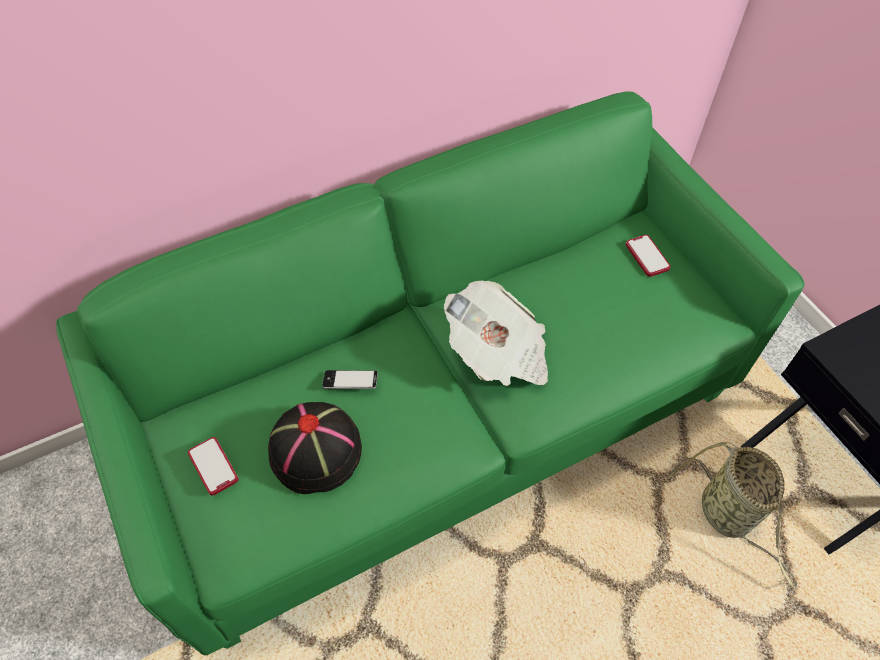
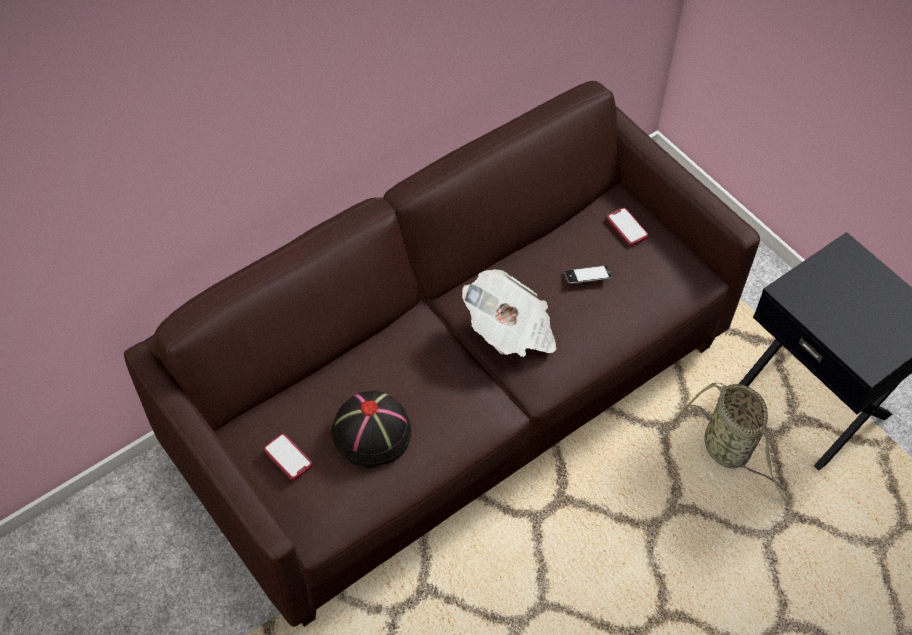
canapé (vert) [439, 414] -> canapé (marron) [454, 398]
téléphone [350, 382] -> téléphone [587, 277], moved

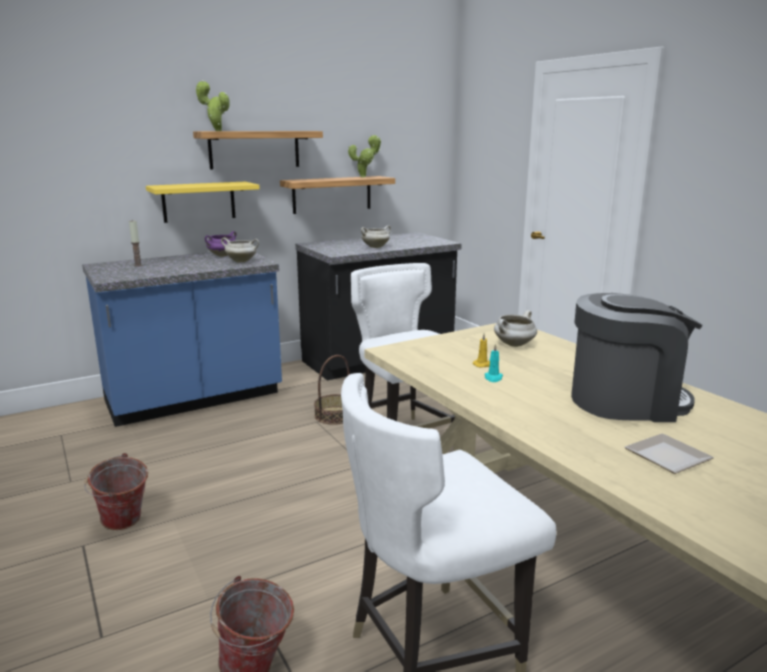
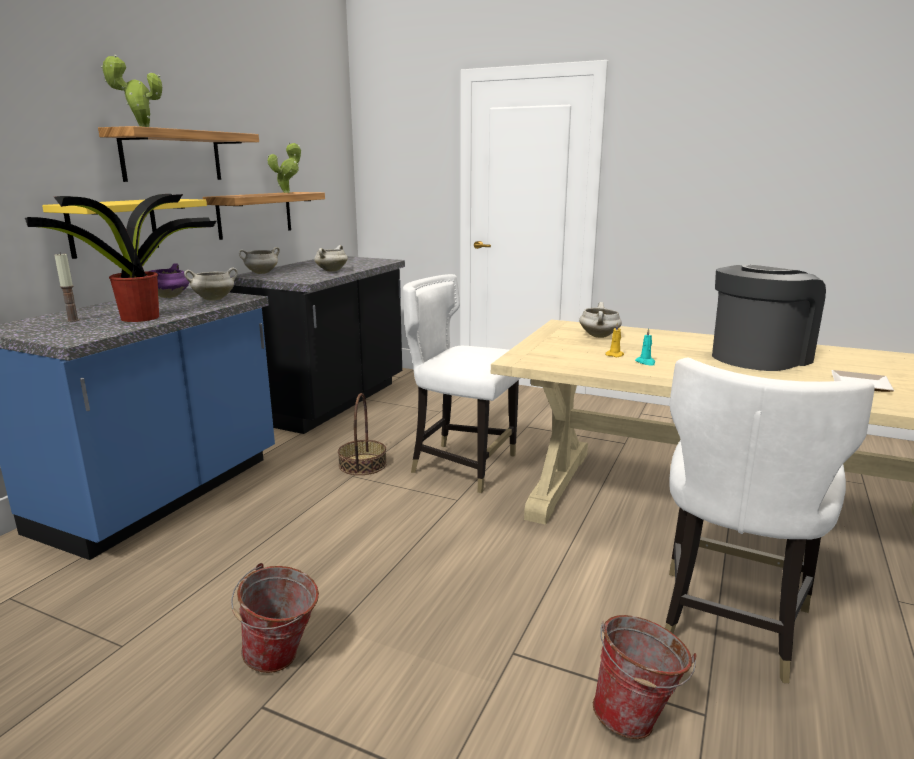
none -> plante en pot [143, 317]
none -> marmite (blanc) [261, 273]

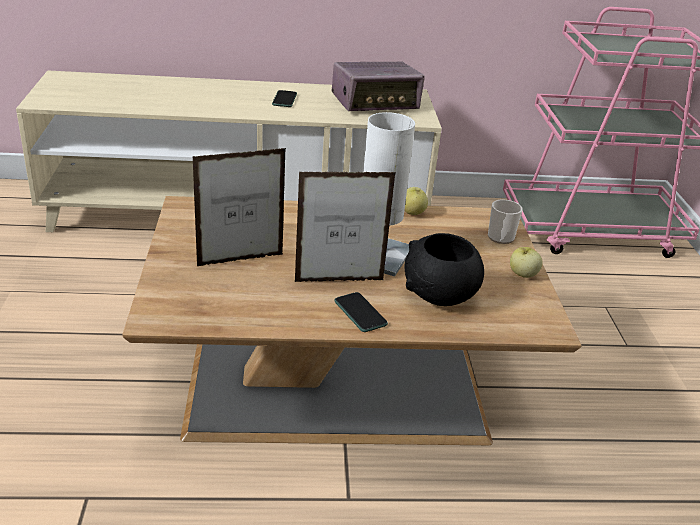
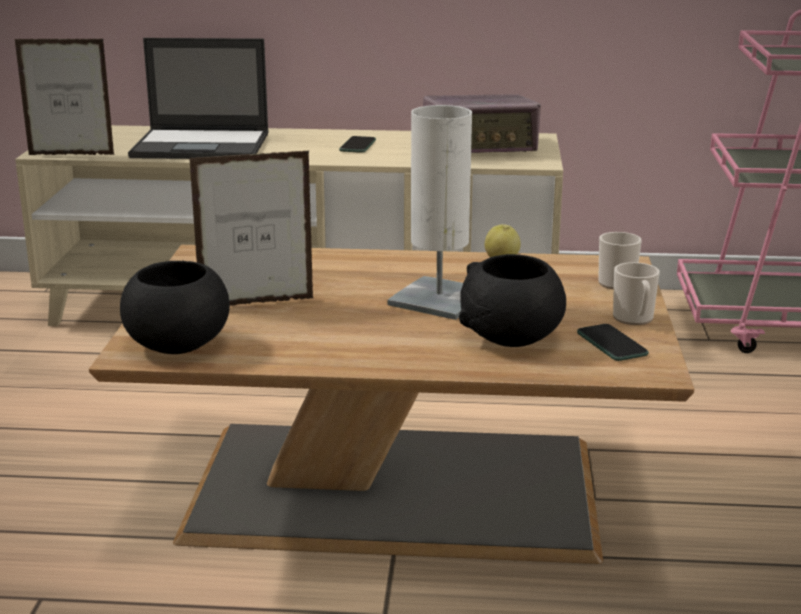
cadre photo [339, 281] -> cadre photo [71, 155], moved
téléphone [360, 313] -> téléphone [611, 344], moved
pomme [522, 274] -> mug [634, 319]
none -> bol (noir) [177, 345]
none -> ordinateur portable [203, 145]

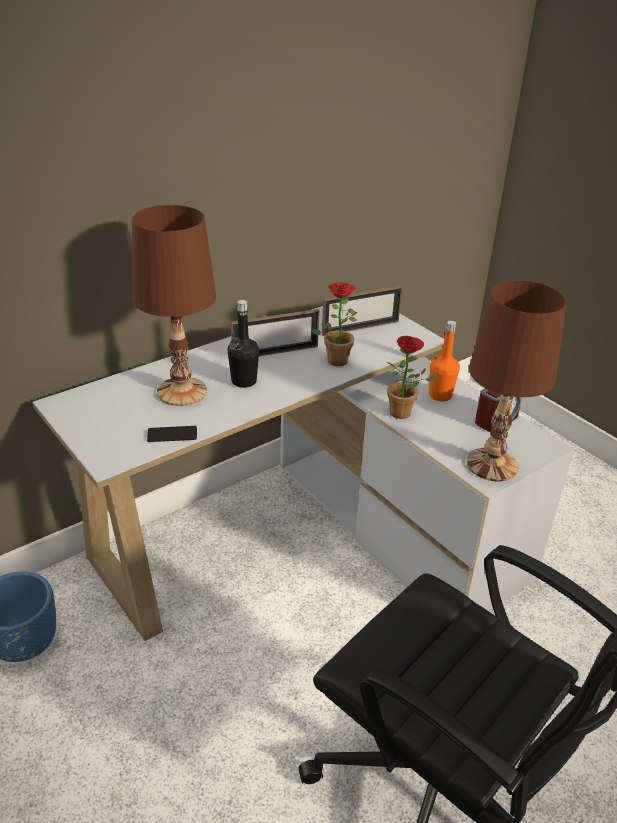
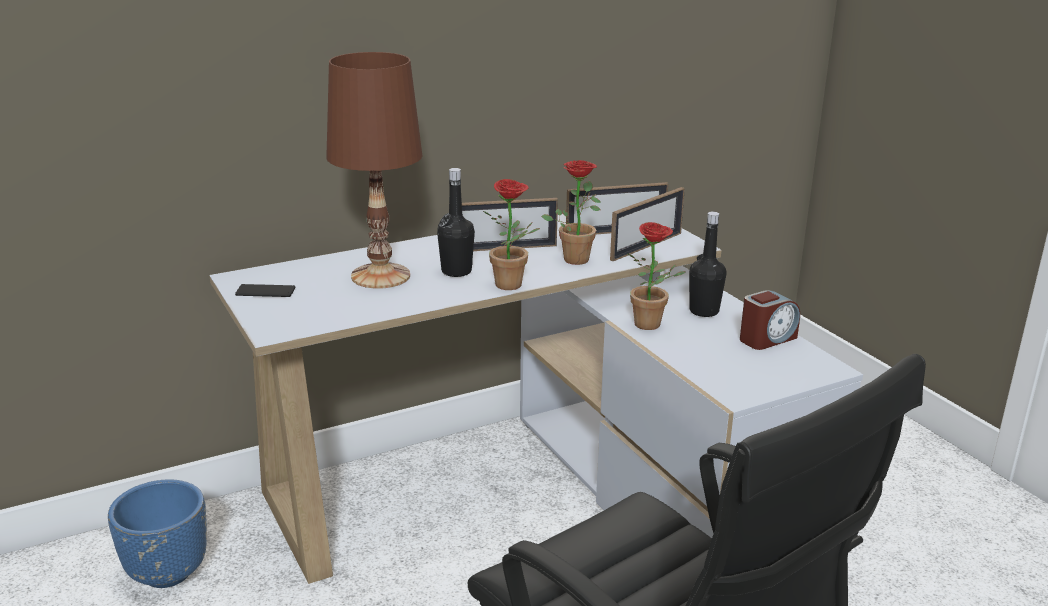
téléphone [172, 434] -> téléphone [265, 291], moved
bouteille (orange) [440, 395] -> bouteille (noir) [704, 311]
lampe de table (marron) [491, 464] -> none
none -> plante en pot [514, 286]
none -> cadre photo [646, 246]

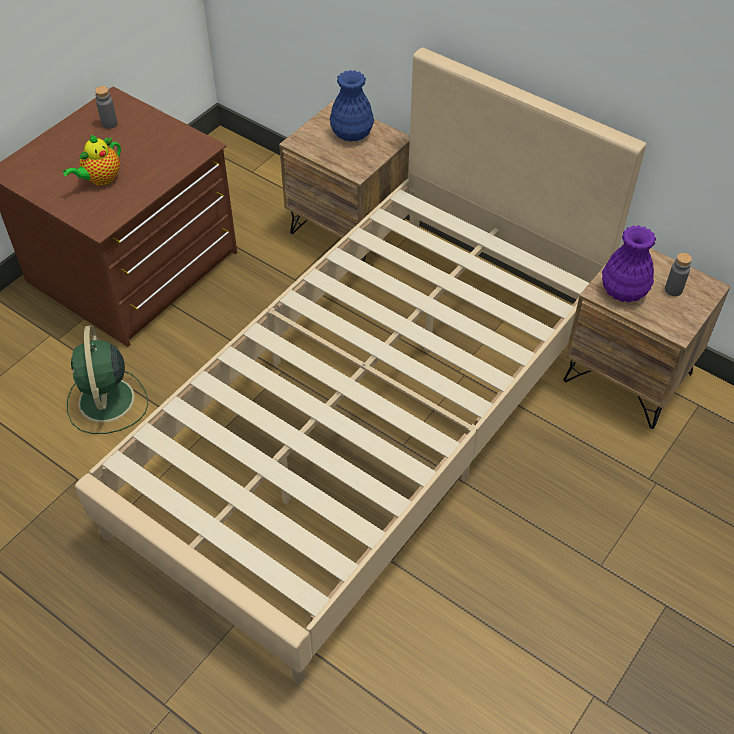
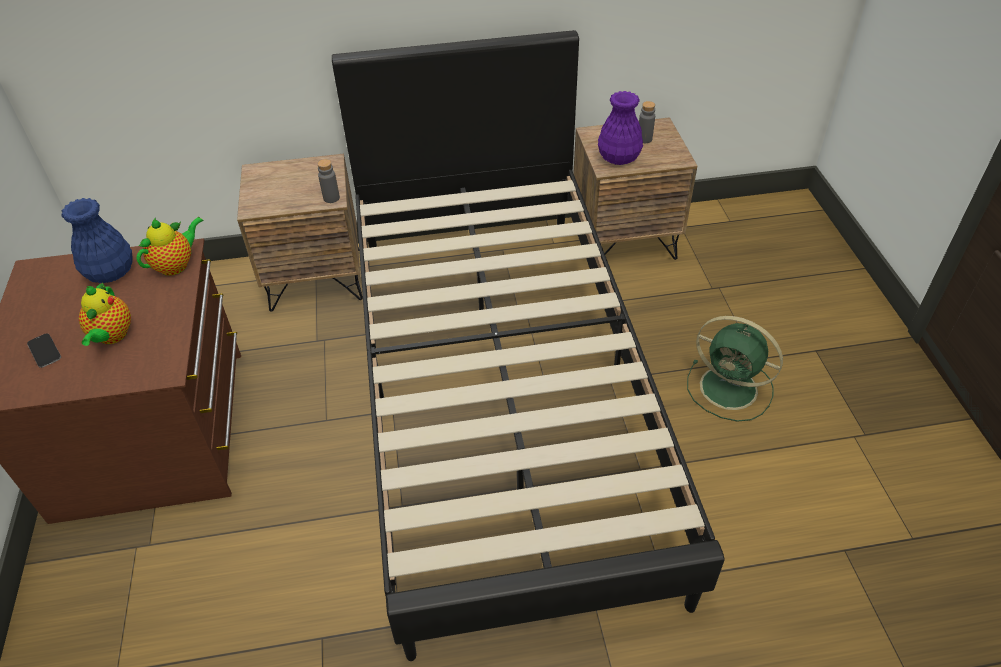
ventilateur (vert) [106, 402] -> ventilateur (vert) [731, 389], moved
lit (beige) [367, 421] -> lit (noir) [502, 393]
bouteille (gris) [109, 123] -> bouteille (gris) [331, 198], moved
vase (bleu) [352, 133] -> vase (bleu) [111, 272], moved
none -> téléphone [44, 351]
none -> théière [176, 265]

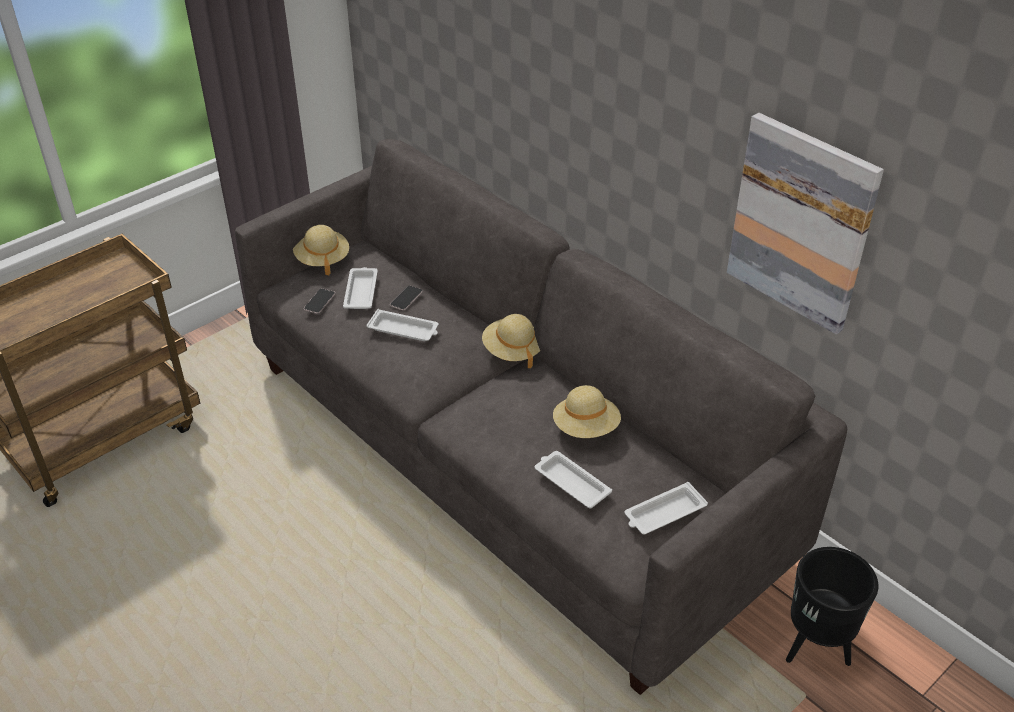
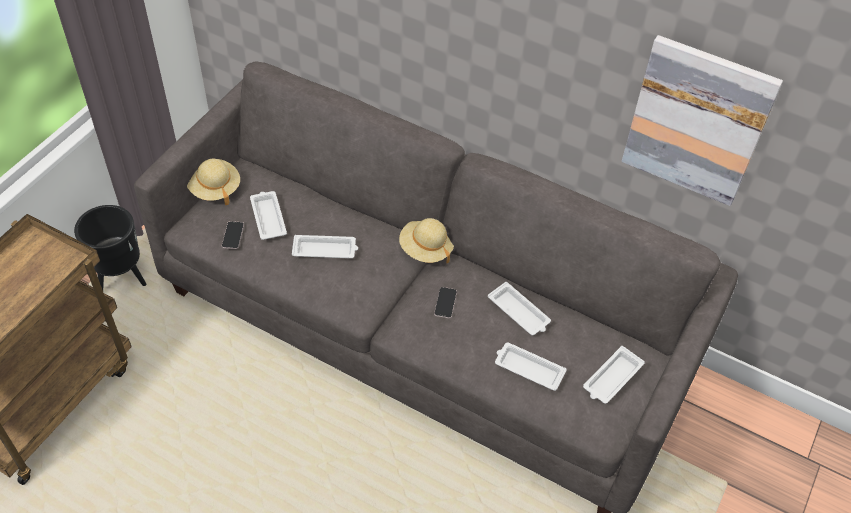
téléphone [406, 298] -> téléphone [445, 303], moved
chapeau (beige) [586, 428] -> plateau (blanc) [519, 312]
cache-pot (noir) [816, 649] -> cache-pot (noir) [122, 280], moved

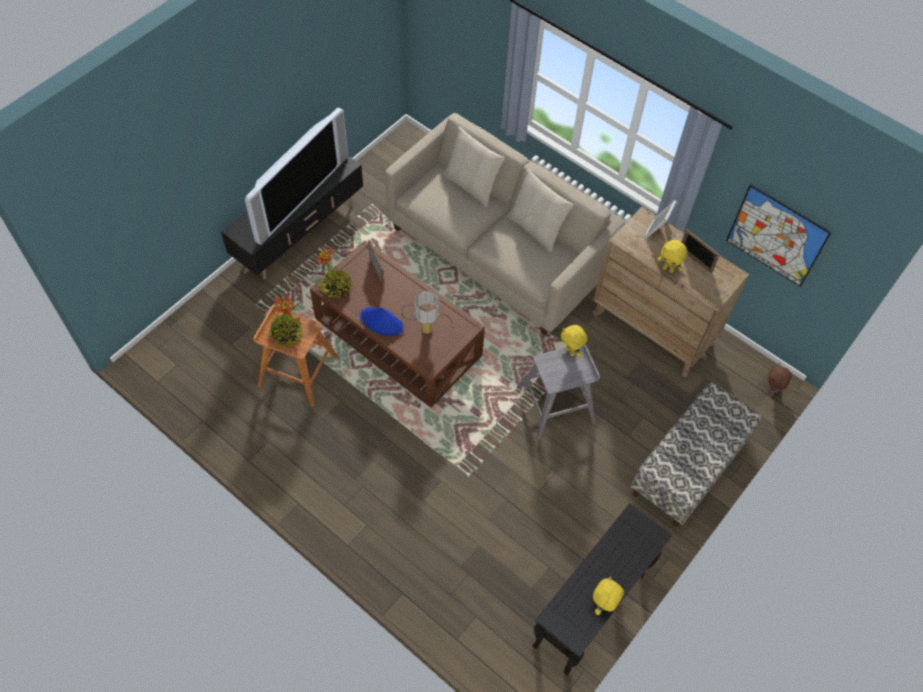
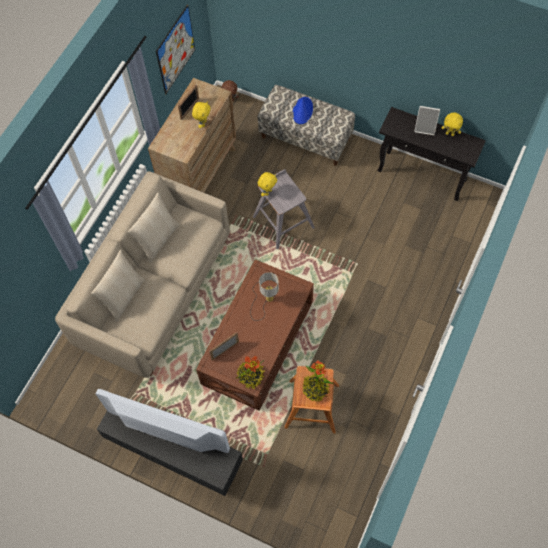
chapeau (bleu) [382, 322] -> chapeau (bleu) [302, 111], moved
cadre photo [658, 232] -> cadre photo [425, 128], moved

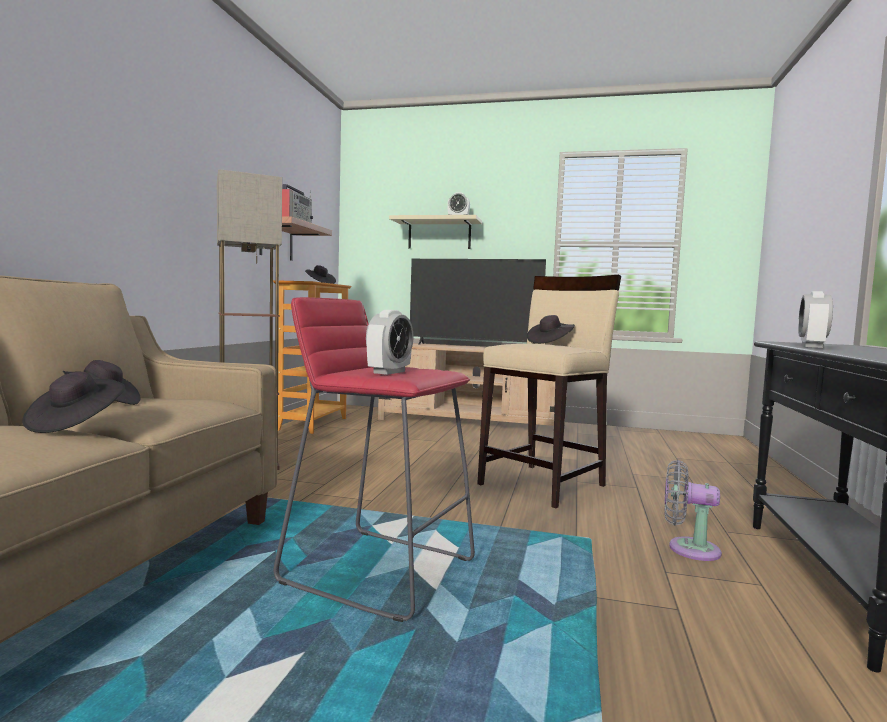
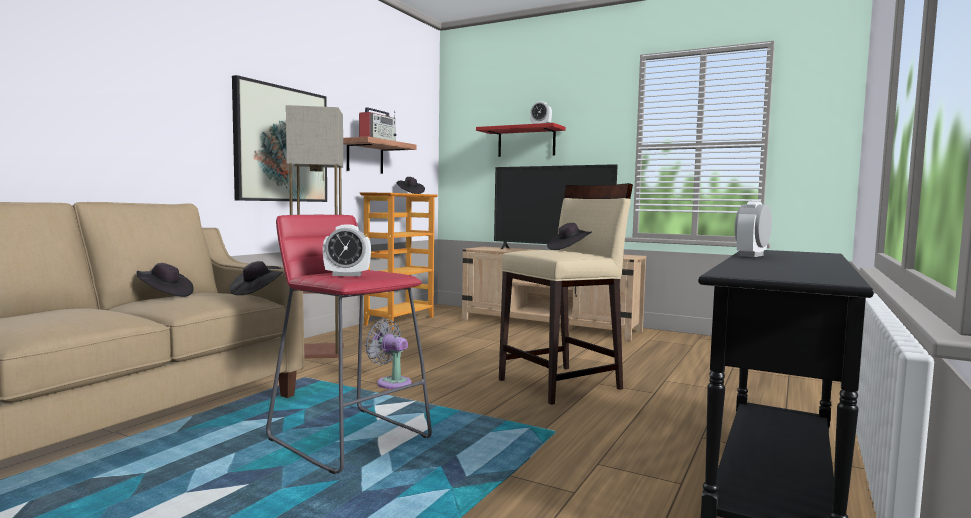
chapeau (noir) [76, 424] -> chapeau (noir) [256, 292], moved
réveil [389, 372] -> réveil [347, 275], 45 degrees clockwise
étagère (beige) [439, 234] -> étagère (rouge) [526, 142]
ventilateur (gris) [688, 549] -> ventilateur (gris) [391, 382], moved
none -> tableau [281, 144]

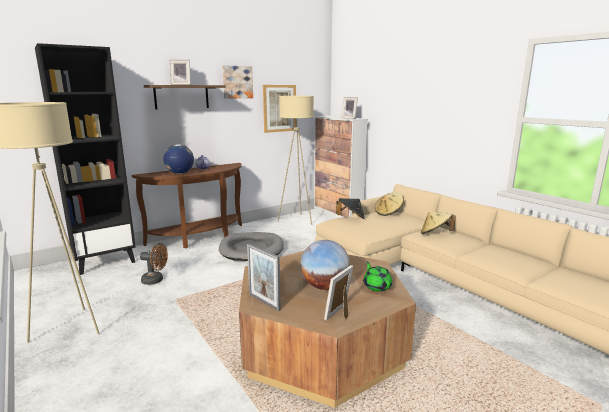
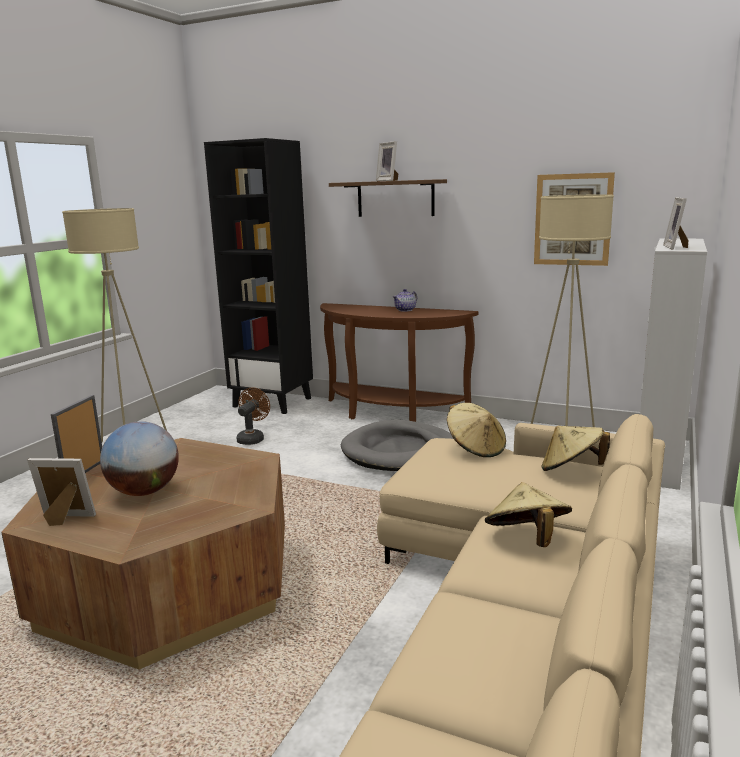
ventilateur (marron) [156, 280] -> ventilateur (marron) [252, 438], 135 degrees counterclockwise
globe [179, 173] -> none
tableau [237, 82] -> none
chapeau (noir) [351, 218] -> chapeau (beige) [476, 448]
théière (vert) [377, 286] -> none

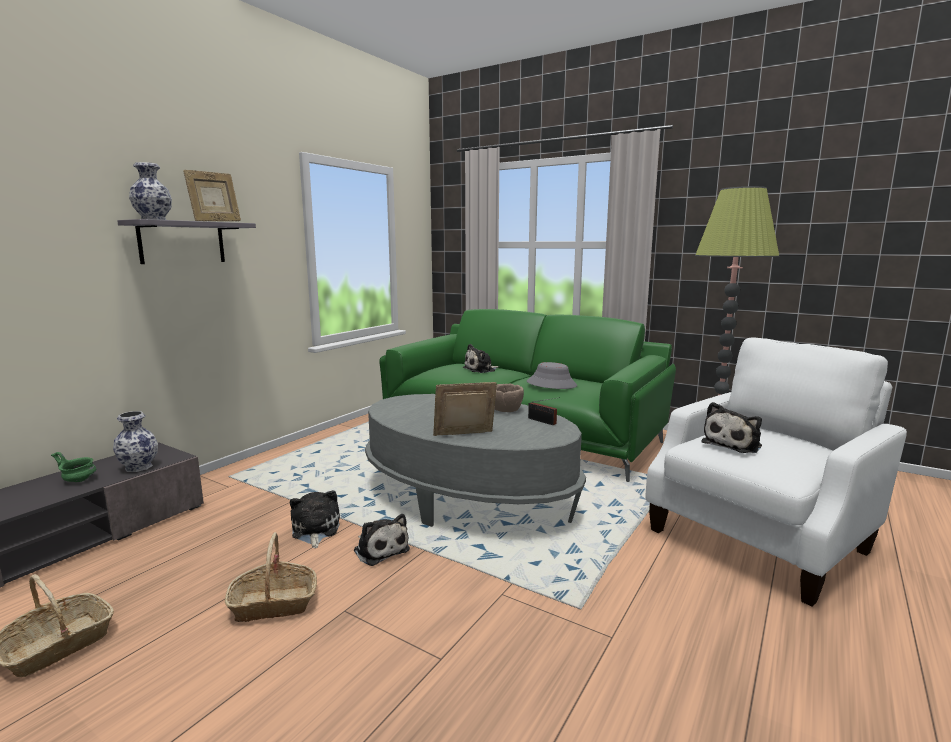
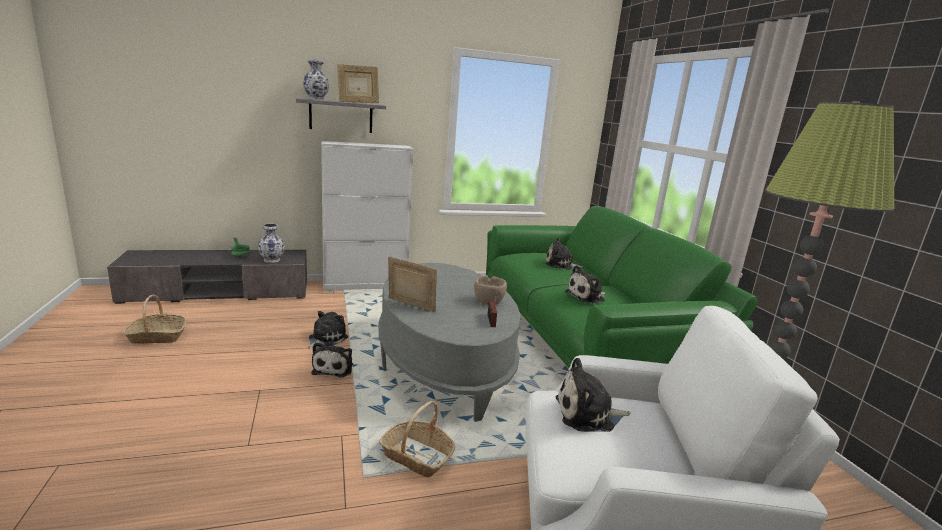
panier [274, 603] -> panier [417, 457], moved
chapeau (gris) [551, 384] -> peluche [587, 296]
none -> meuble de rangement (blanc) [365, 285]

